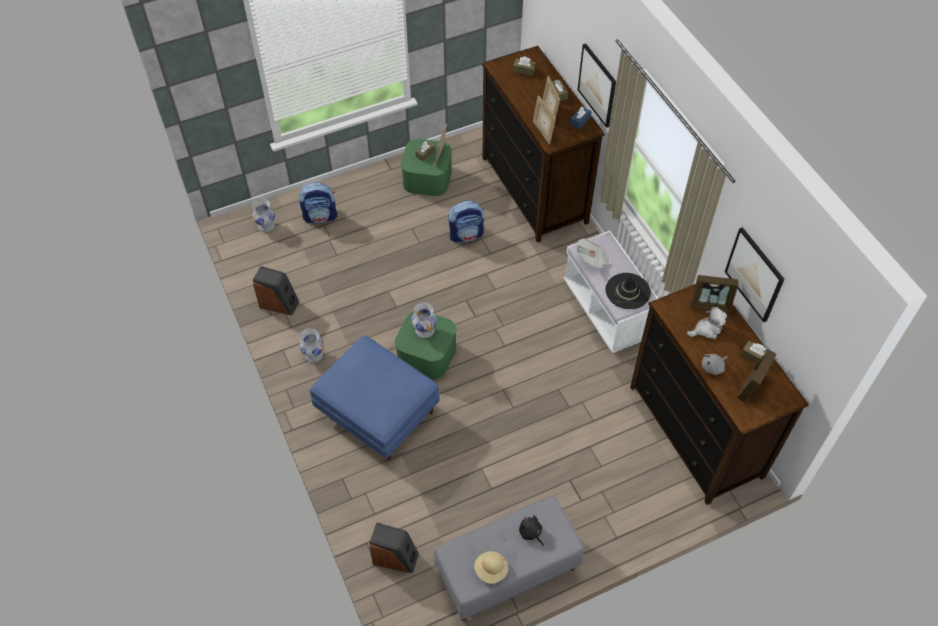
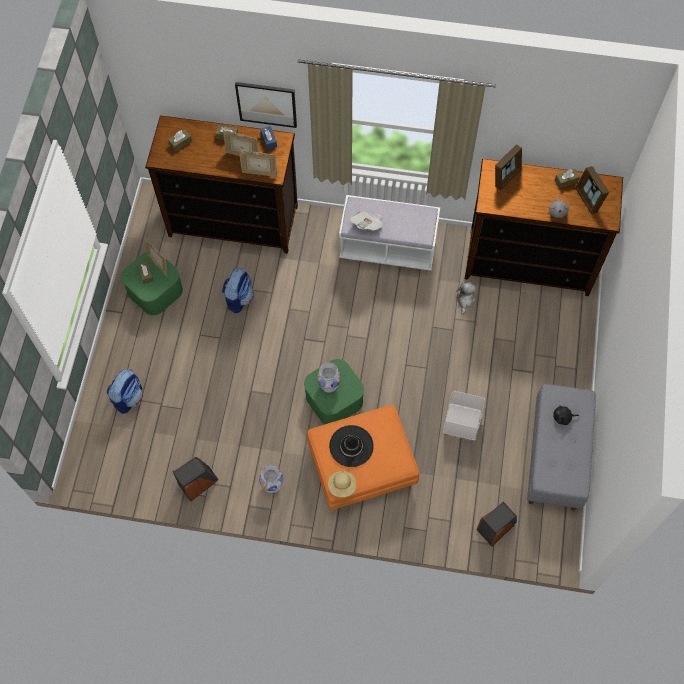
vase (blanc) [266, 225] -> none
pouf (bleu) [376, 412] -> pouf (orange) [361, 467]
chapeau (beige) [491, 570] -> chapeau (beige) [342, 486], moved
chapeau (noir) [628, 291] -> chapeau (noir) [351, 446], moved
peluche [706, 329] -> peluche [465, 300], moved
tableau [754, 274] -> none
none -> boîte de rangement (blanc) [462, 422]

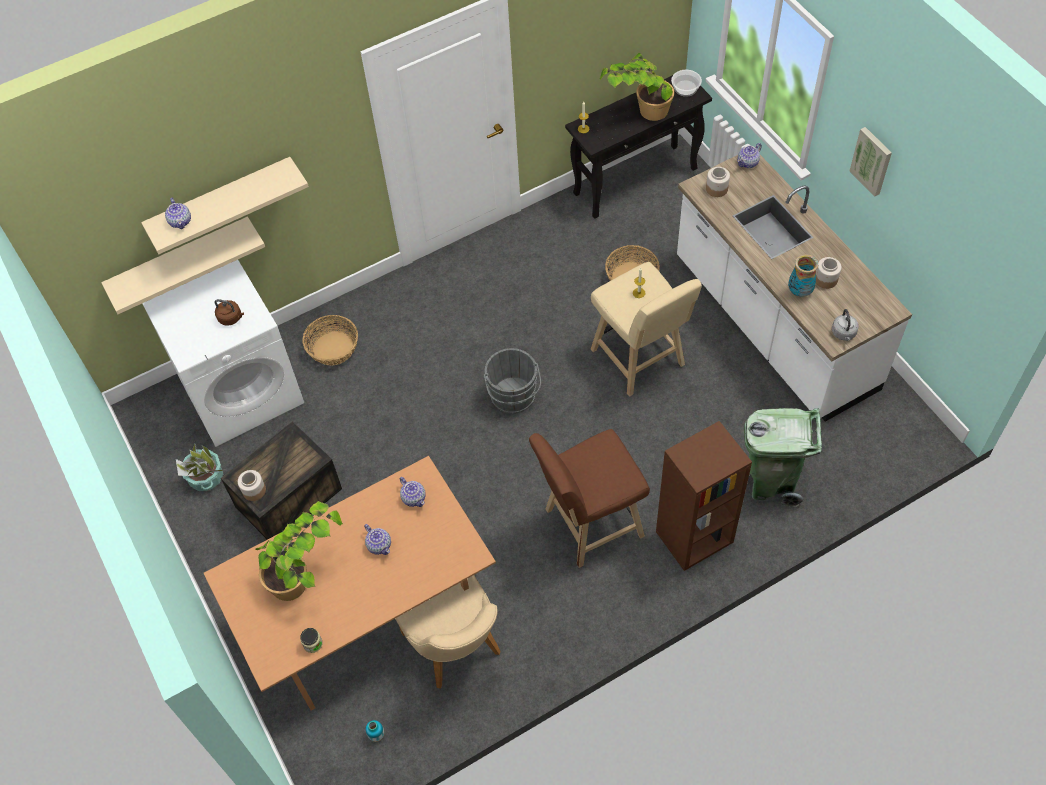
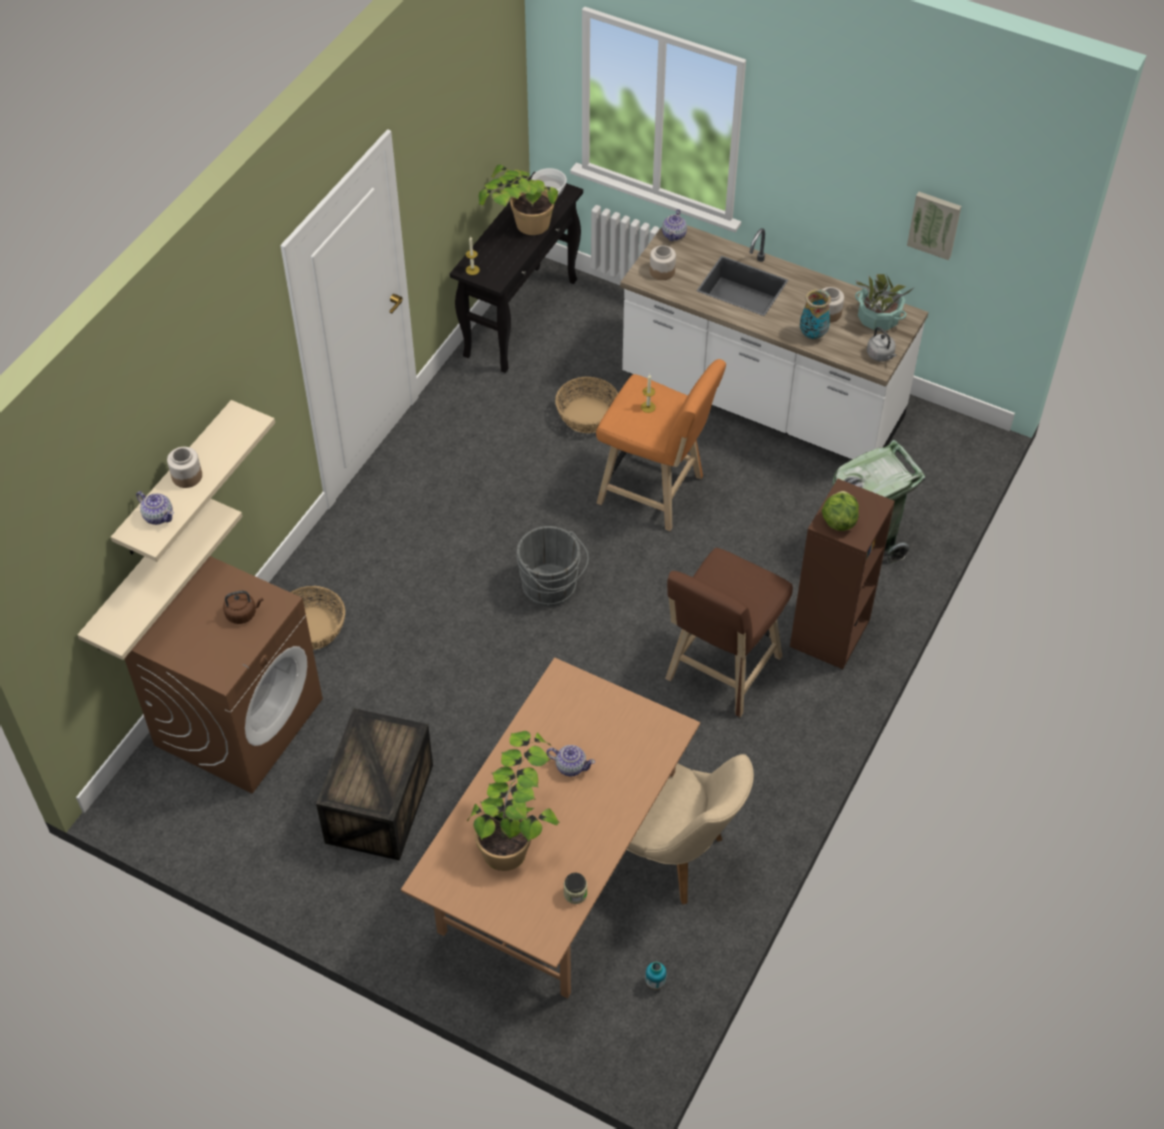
lave-linge (blanc) [242, 391] -> lave-linge (marron) [239, 721]
plante en pot [206, 477] -> plante en pot [878, 318], moved
bocal [254, 490] -> bocal [187, 476], moved
théière [414, 497] -> none
tabouret (beige) [640, 361] -> tabouret (orange) [656, 492]
tableau [872, 160] -> tableau [934, 224], moved
none -> laitue [838, 521]

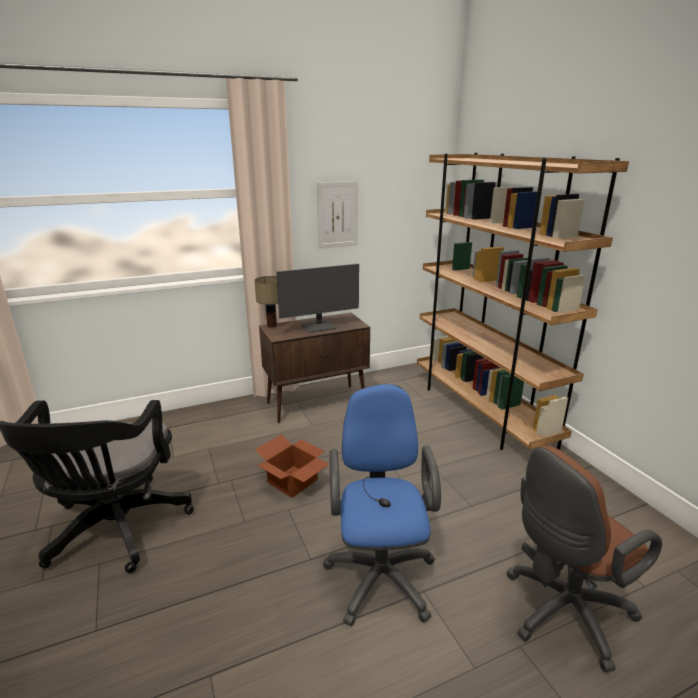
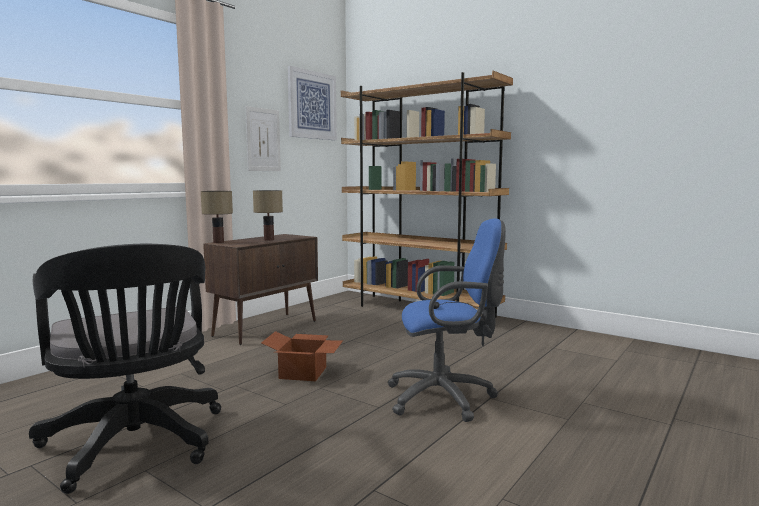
écran d'ordinateur [319, 327] -> lampe de table [269, 239]
chaise de bureau (bleu) [380, 572] -> chaise de bureau (bleu) [446, 398], 120 degrees clockwise
chaise de bureau (marron) [562, 613] -> none
none -> tableau [312, 105]

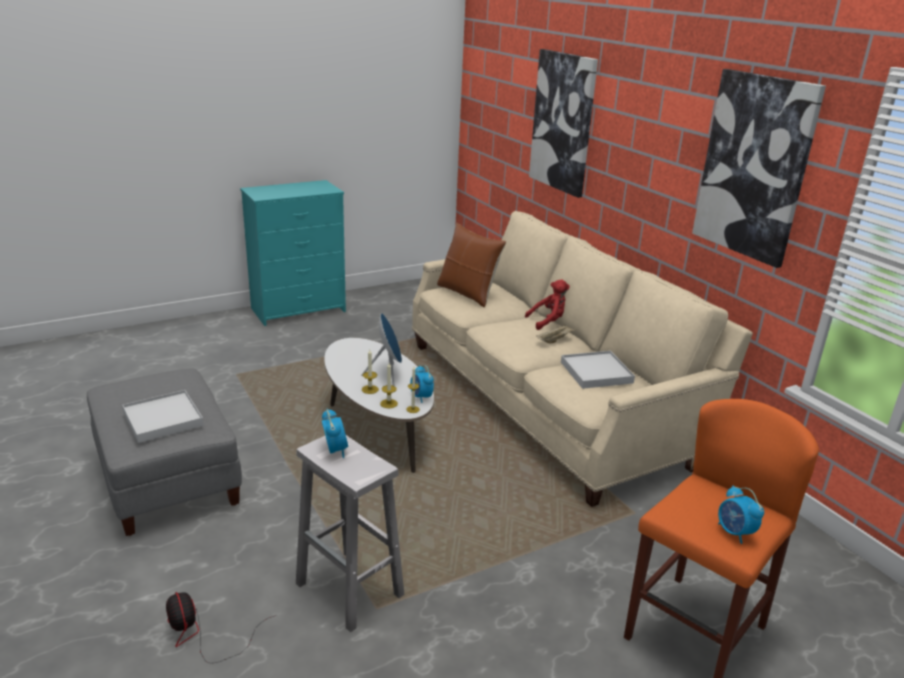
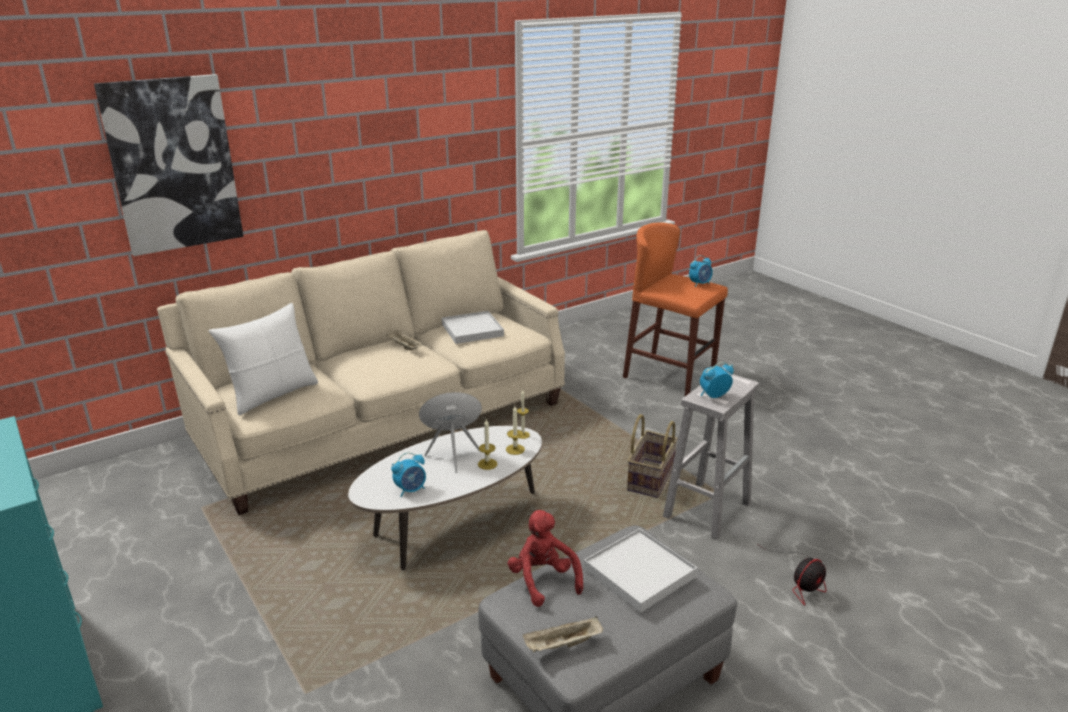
réveil [421, 397] -> réveil [411, 490], moved
coussin (marron) [467, 294] -> coussin (blanc) [272, 394]
peluche (rouge) [549, 322] -> peluche (rouge) [543, 580], moved
tableau [754, 167] -> none
none -> plateau (beige) [562, 645]
none -> panier [649, 478]

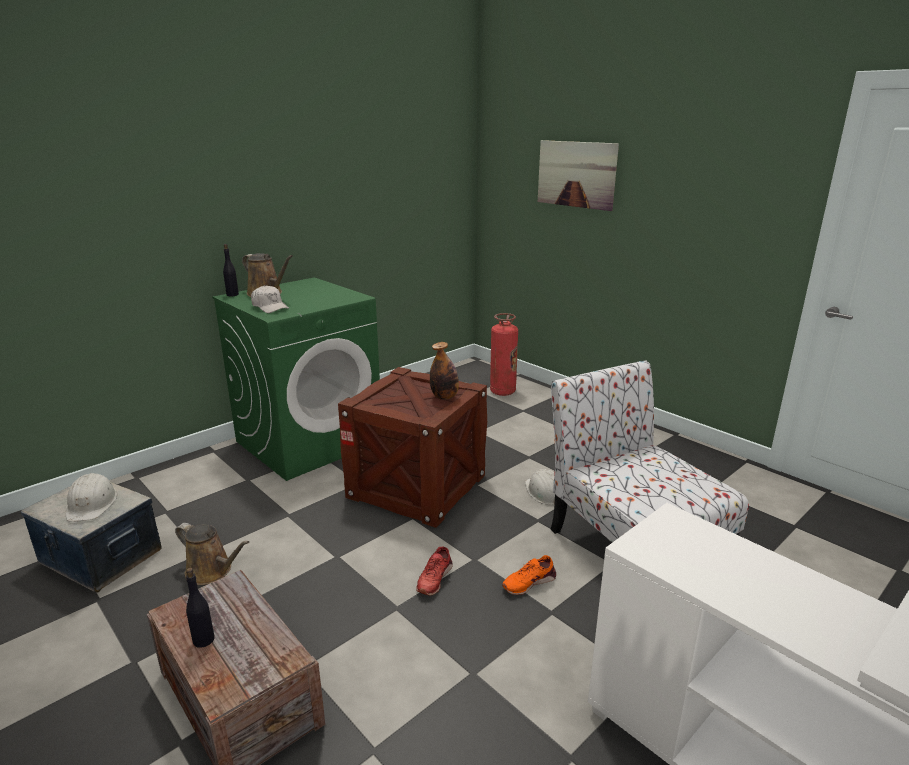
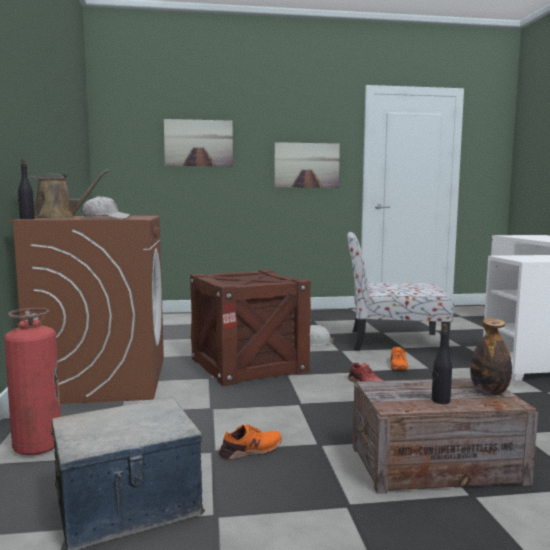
casque de chantier (blanc) [92, 504] -> none
arrosoir (marron) [212, 571] -> chaussure (orange) [251, 451]
lave-linge (vert) [310, 441] -> lave-linge (marron) [102, 380]
bouteille [444, 397] -> bouteille [489, 392], moved
extincteur [502, 391] -> extincteur [37, 447], moved
none -> tableau [306, 165]

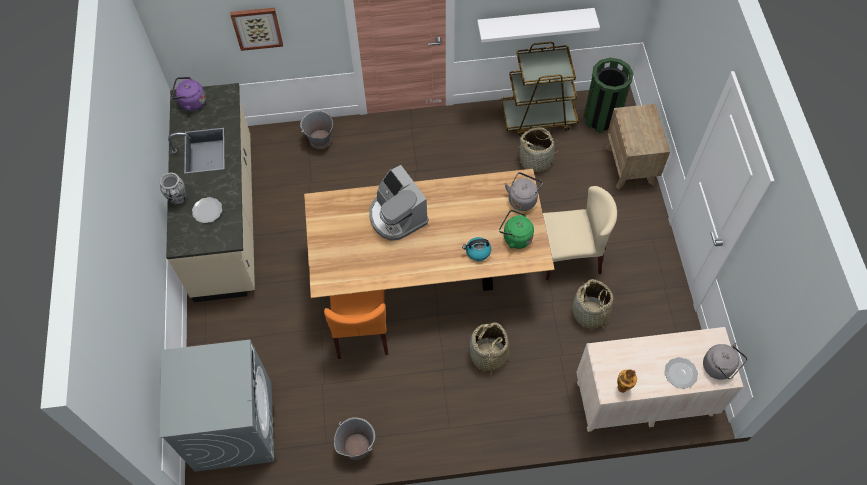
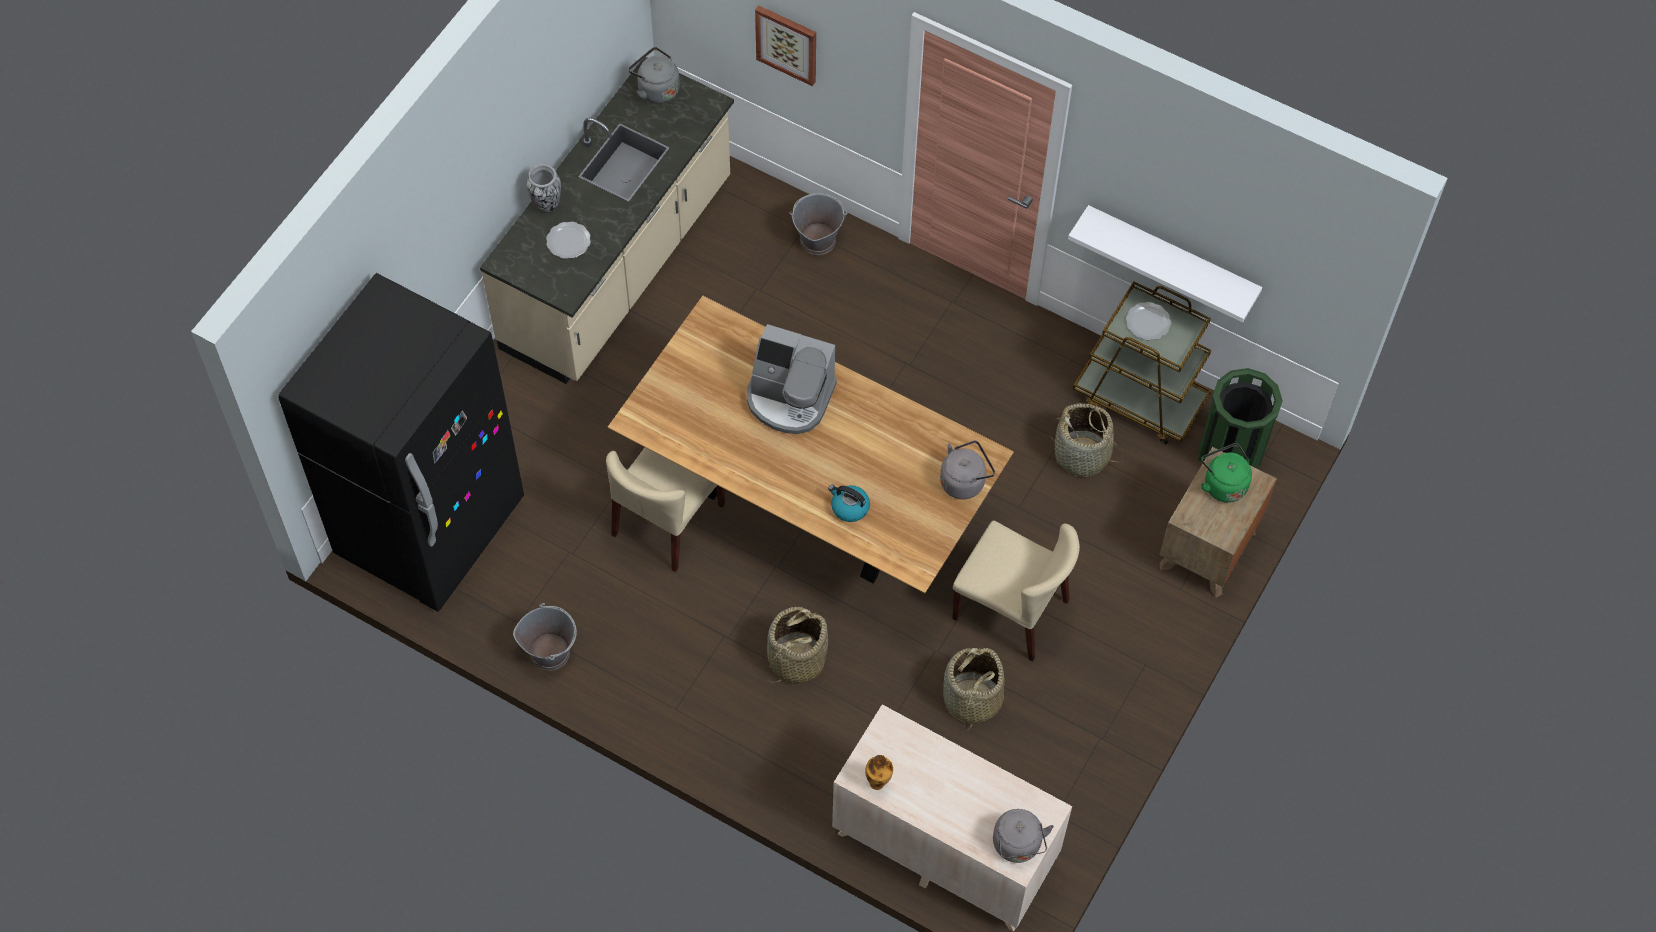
lave-linge (gris) [233, 425] -> réfrigérateur (noir) [431, 528]
bouilloire (violet) [191, 102] -> bouilloire (gris) [656, 89]
chaise (orange) [362, 330] -> chaise (beige) [668, 521]
machine à café [397, 216] -> machine à café [789, 398], 75 degrees counterclockwise
bouilloire (vert) [515, 237] -> bouilloire (vert) [1223, 484], moved
assiette [680, 373] -> assiette [1147, 322], moved

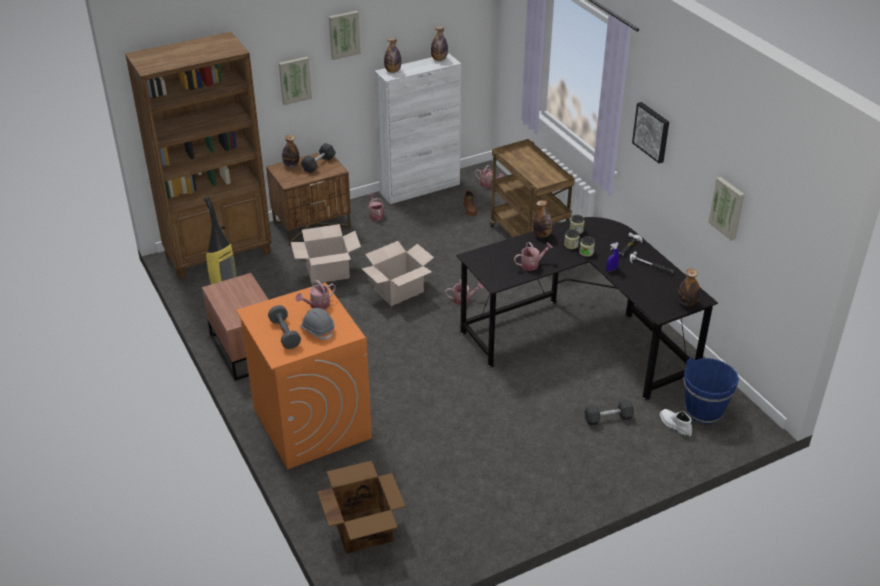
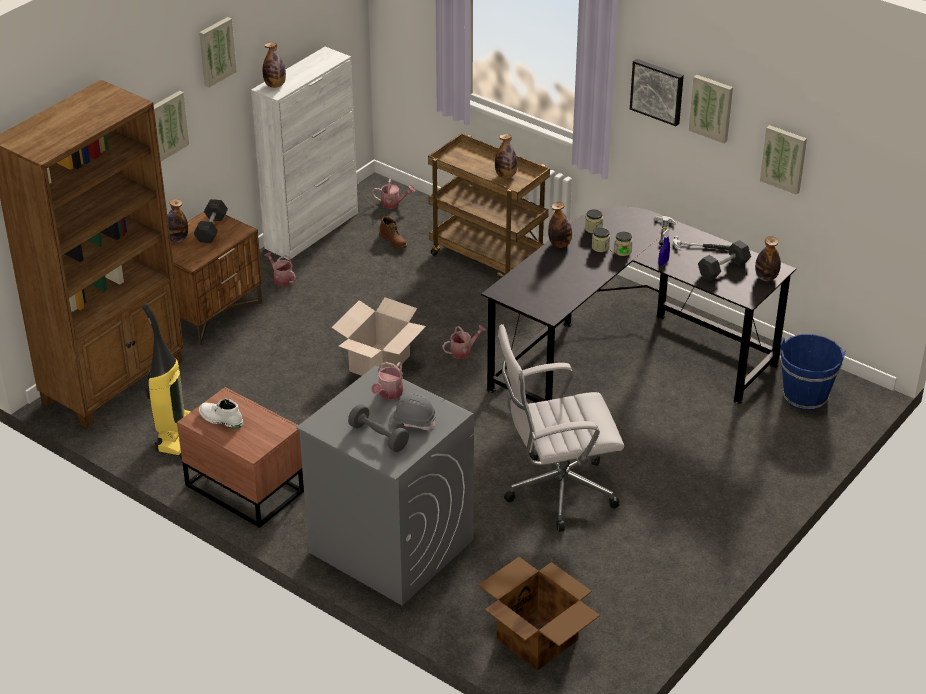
lave-linge (orange) [311, 422] -> lave-linge (gris) [389, 546]
carton [328, 272] -> none
bouteille [439, 59] -> bouteille [506, 175], moved
arrosoir [532, 264] -> none
haltère (gris) [608, 418] -> haltère (gris) [723, 268], moved
botte (blanc) [674, 425] -> botte (blanc) [220, 419], moved
none -> chaise de bureau (blanc) [555, 492]
none -> tableau [712, 108]

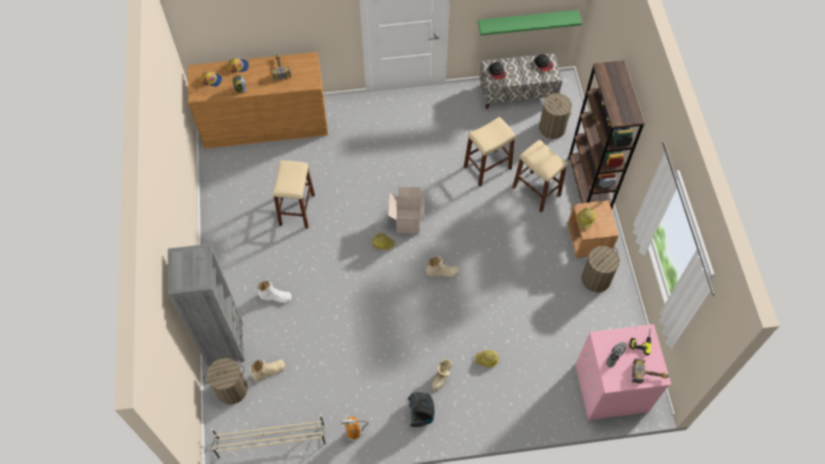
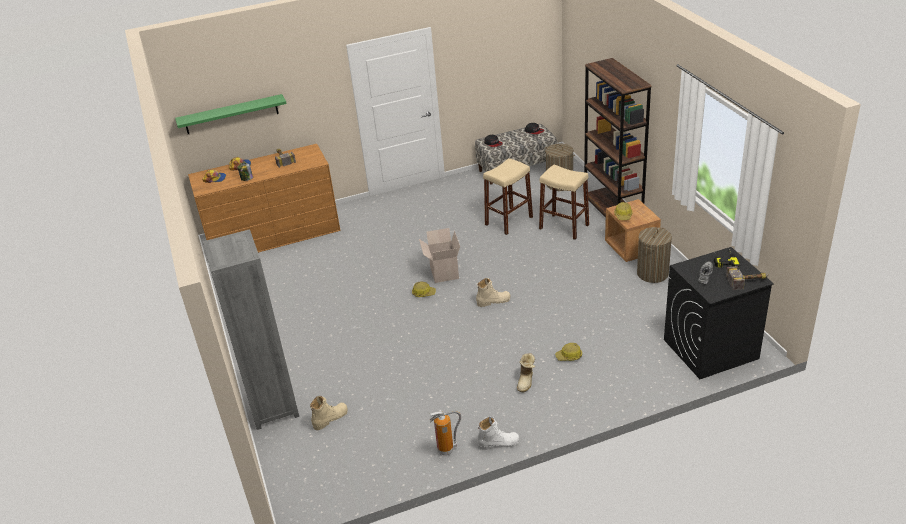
panier à linge [232, 389] -> none
étagère à chaussures (beige) [271, 441] -> none
botte (blanc) [275, 297] -> botte (blanc) [498, 443], moved
tabouret (beige) [297, 210] -> none
aspirateur [421, 413] -> none
étagère (vert) [527, 21] -> étagère (vert) [231, 114], moved
lave-linge (rose) [611, 388] -> lave-linge (noir) [710, 349]

